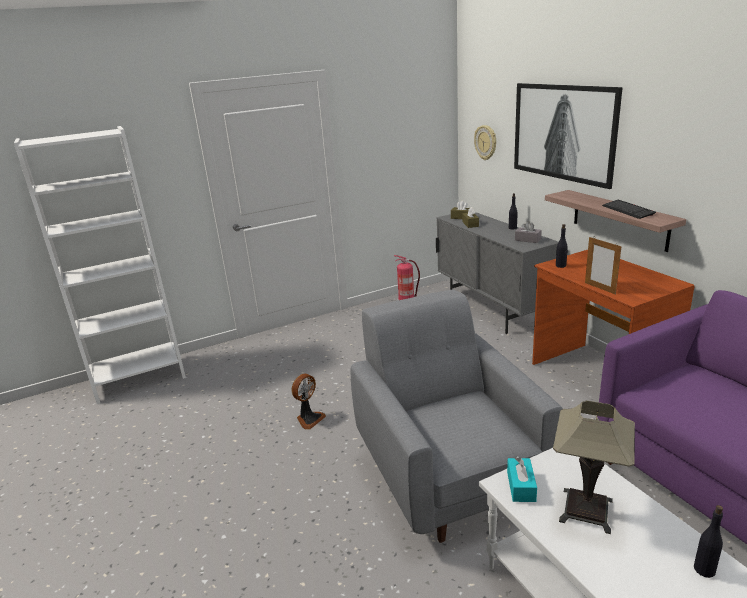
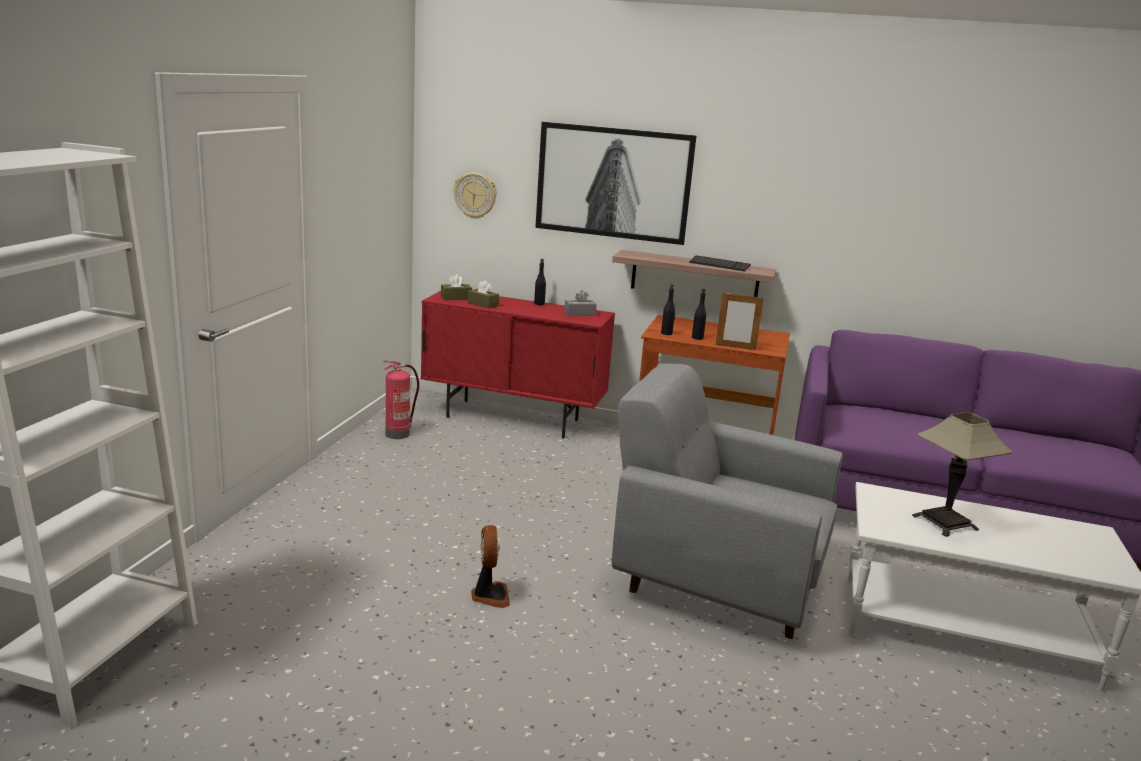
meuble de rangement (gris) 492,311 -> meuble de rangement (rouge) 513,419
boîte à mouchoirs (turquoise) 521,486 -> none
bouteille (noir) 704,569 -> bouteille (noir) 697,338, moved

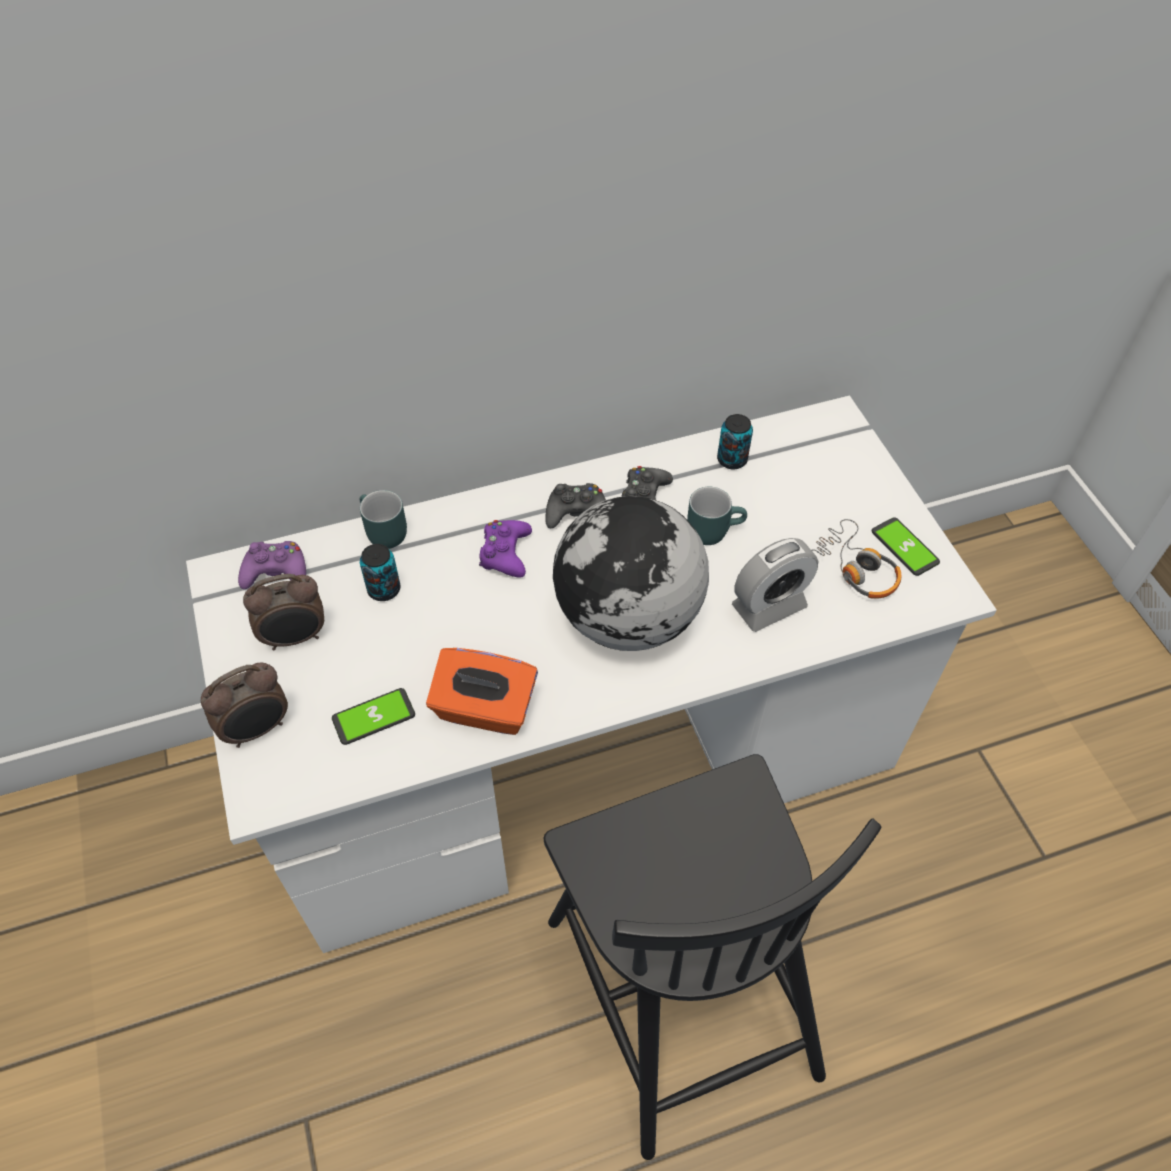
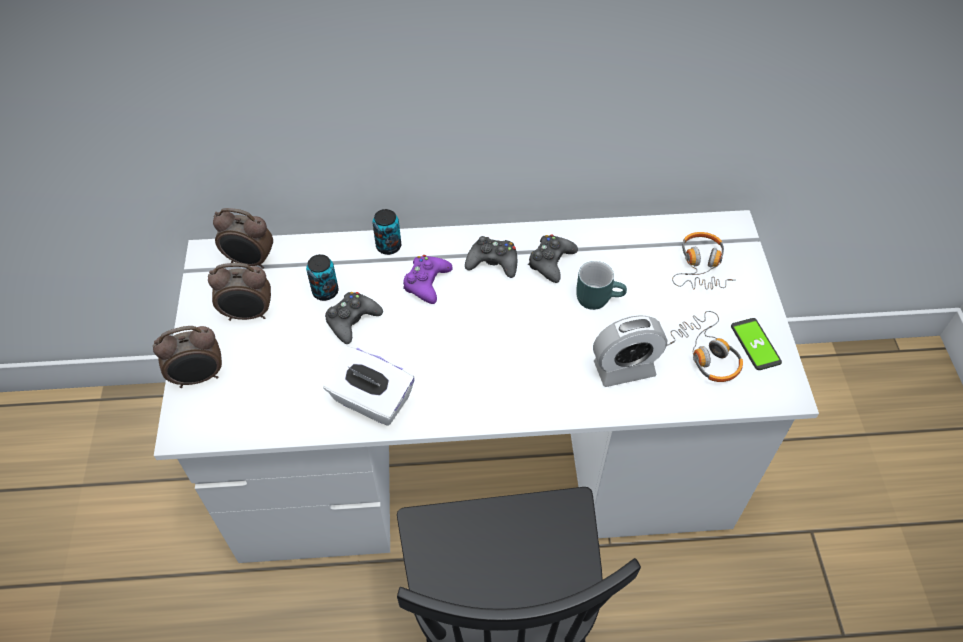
boîte métallique 732,460 -> boîte métallique 388,246, moved
mug (turquoise) 381,533 -> none
globe 626,618 -> none
manette (violet) 276,571 -> réveil 250,261
boîte à mouchoirs (orange) 484,709 -> boîte à mouchoirs (blanc) 371,400
téléphone 373,717 -> none
none -> casque audio 700,267
none -> manette (noir) 352,320

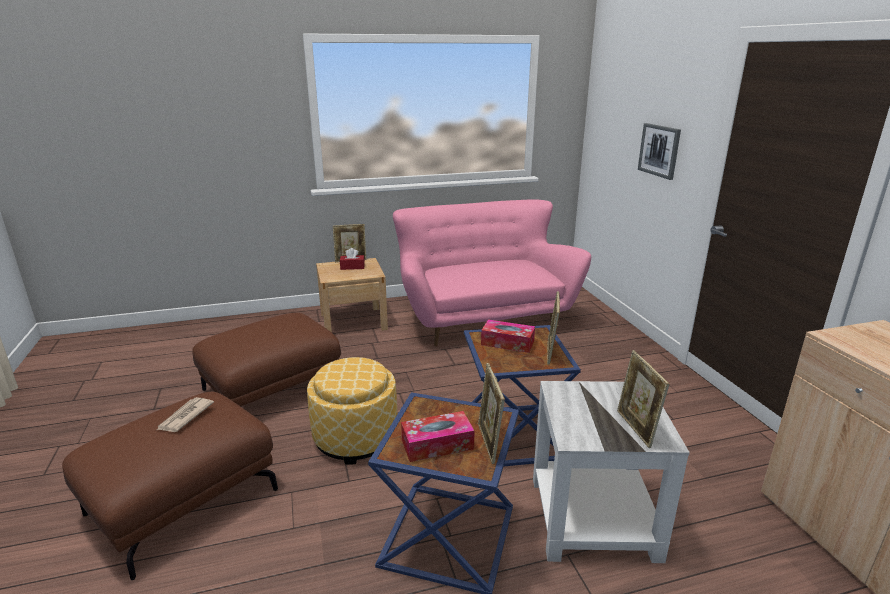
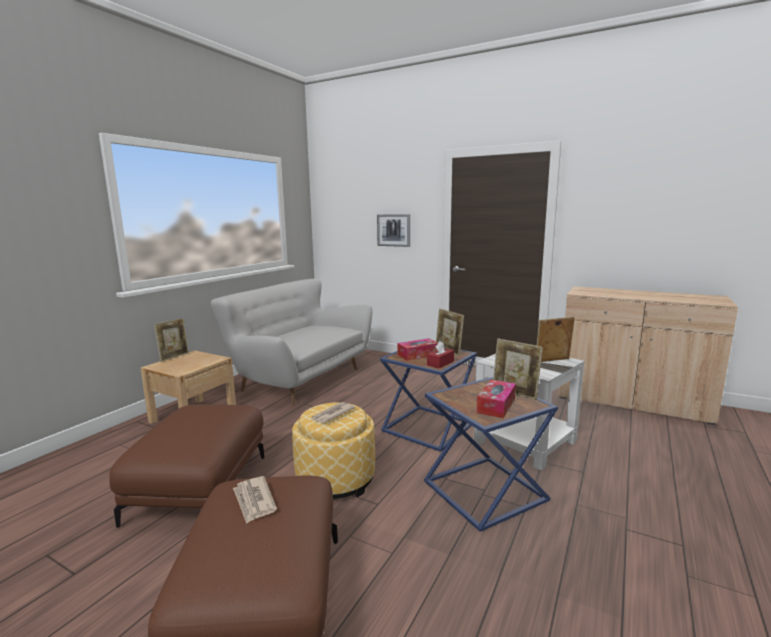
canapé (rose) 482,318 -> canapé (blanc) 299,379
boîte à mouchoirs (rouge) 352,267 -> boîte à mouchoirs (rouge) 440,363, moved
cadre photo 636,429 -> cadre photo 552,361, 135 degrees clockwise
none -> journal 332,414

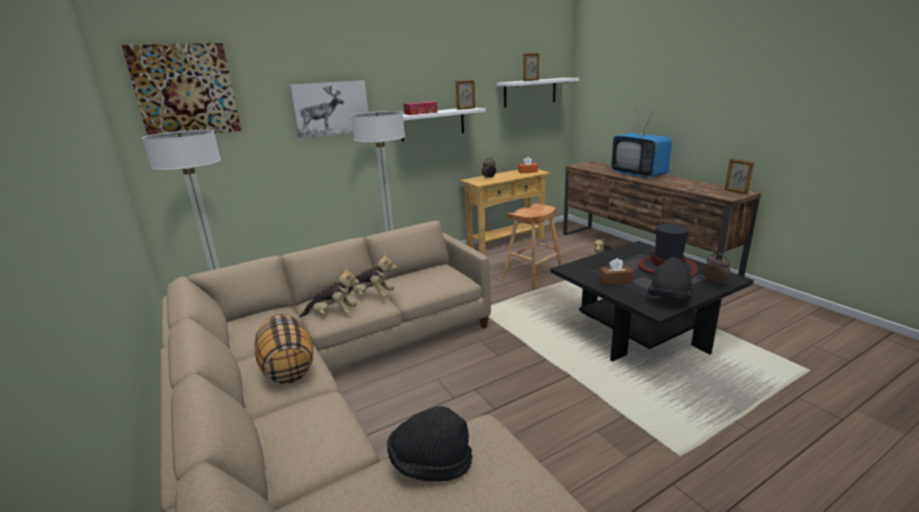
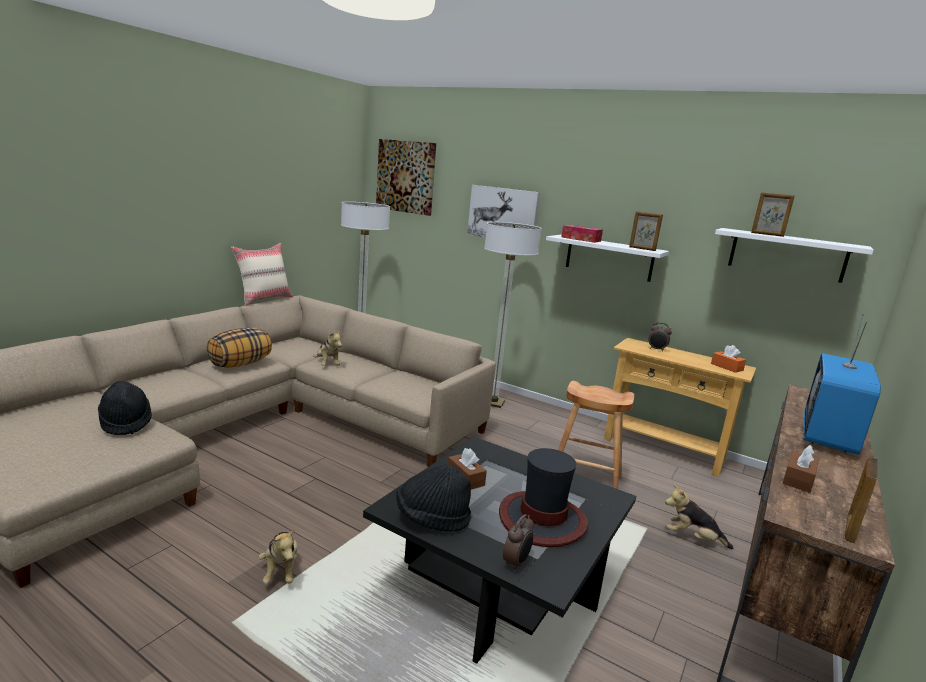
peluche 371,297 -> peluche 280,570, moved
none -> coussin (beige) 264,299
none -> boîte à mouchoirs (marron) 798,479

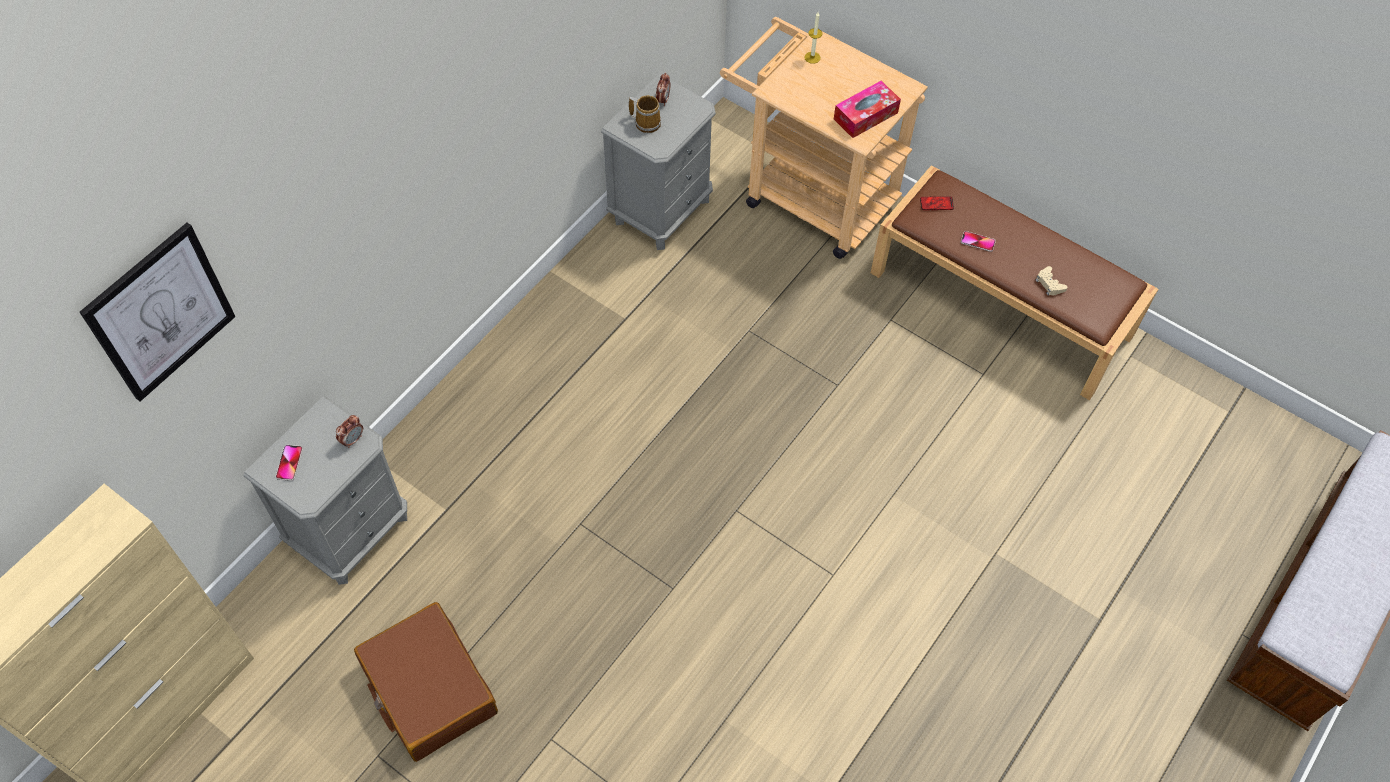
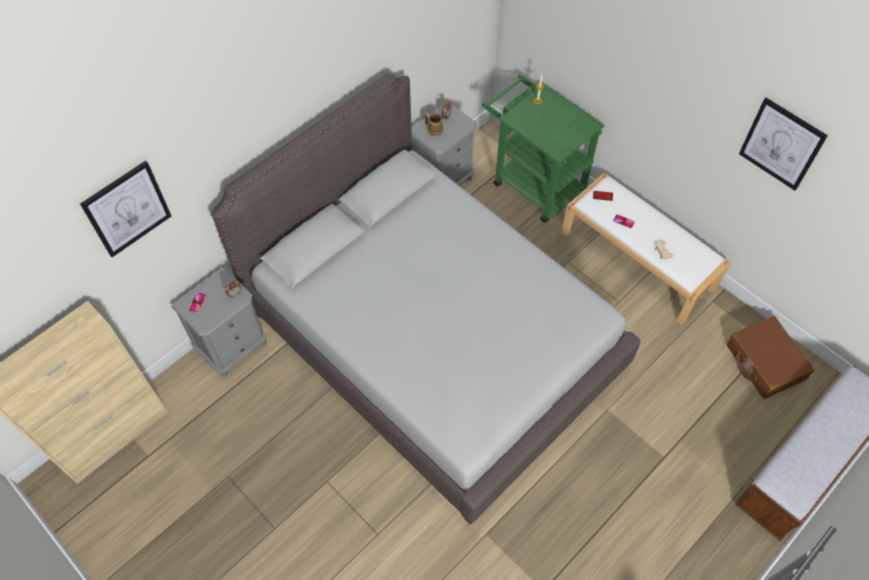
chariot (beige) 809,195 -> chariot (vert) 532,182
boîte à mouchoirs 865,116 -> none
banc (marron) 1002,304 -> banc (blanc) 638,260
valise (marron) 428,688 -> valise (marron) 764,362, moved
none -> lit (gris) 434,339
none -> tableau 781,144

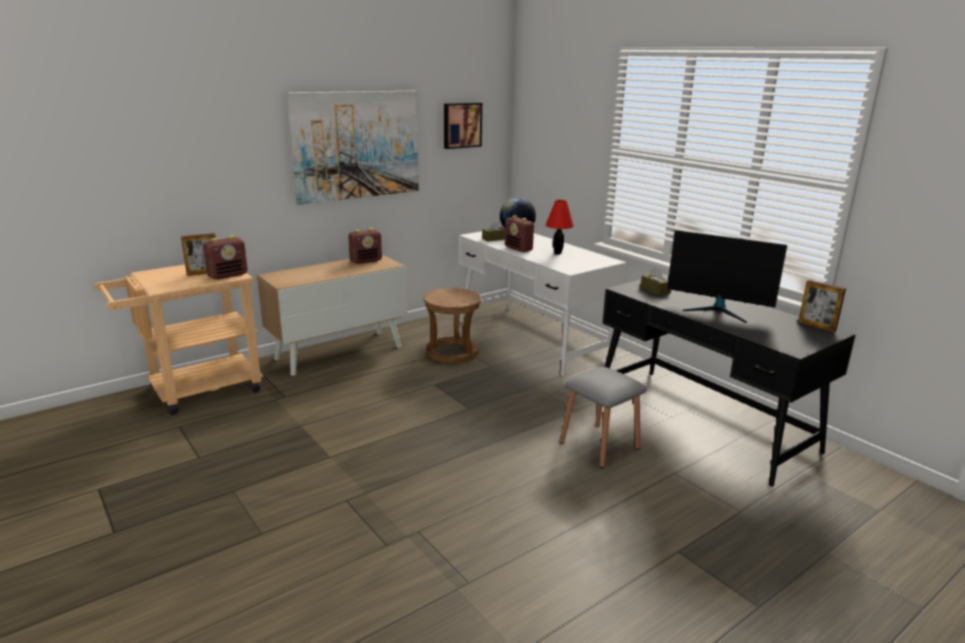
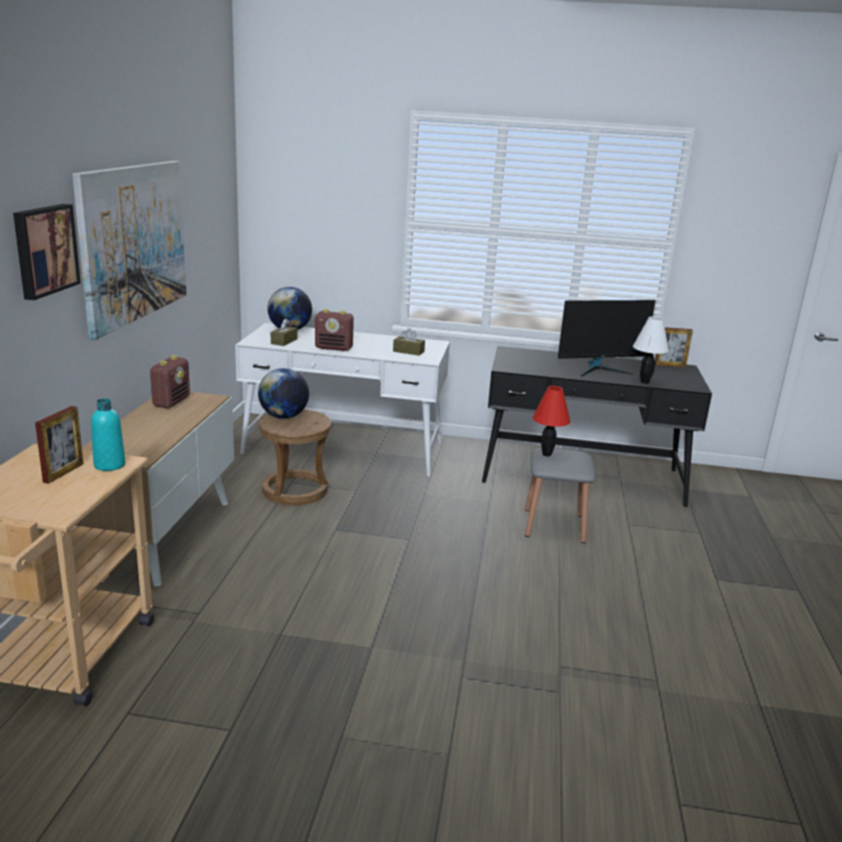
tableau 461,125 -> tableau 44,250, moved
lampe de table (rouge) 557,253 -> lampe de table (rouge) 546,454, moved
radio 228,275 -> bouteille (turquoise) 109,465
boîte à mouchoirs (marron) 655,290 -> boîte à mouchoirs (marron) 408,351, moved
none -> lampe de table (blanc) 644,382
none -> globe 283,416

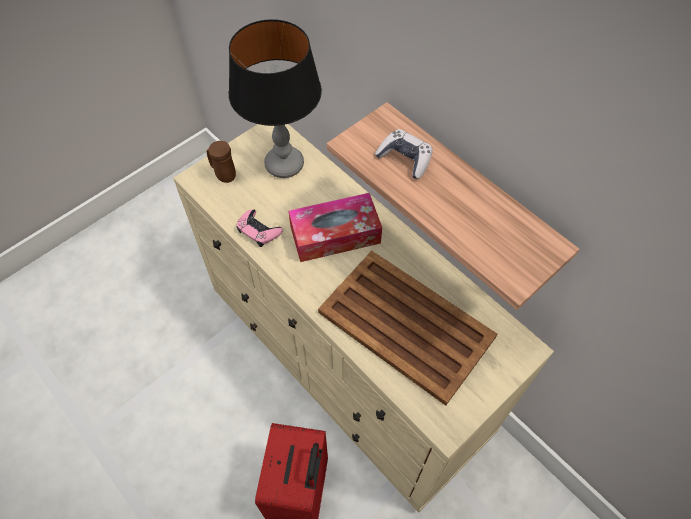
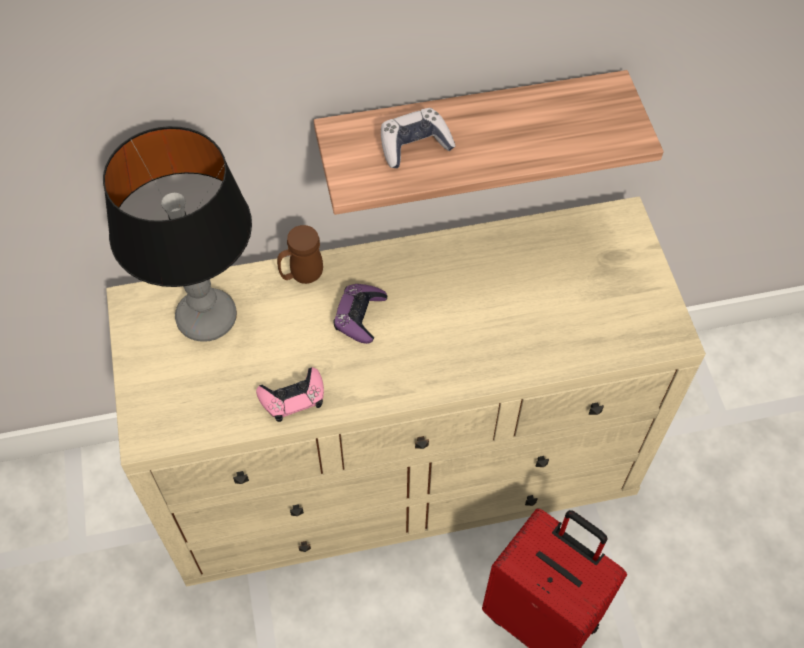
mug (marron) 223,174 -> mug (marron) 302,276, moved
boîte à mouchoirs 335,235 -> manette (violet) 360,316
plateau (marron) 407,326 -> none

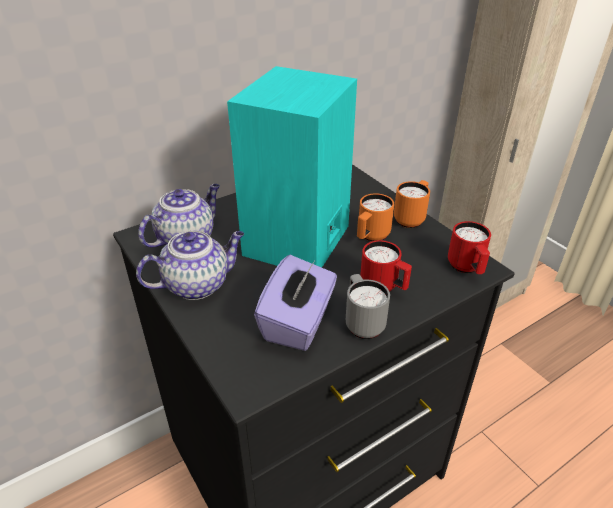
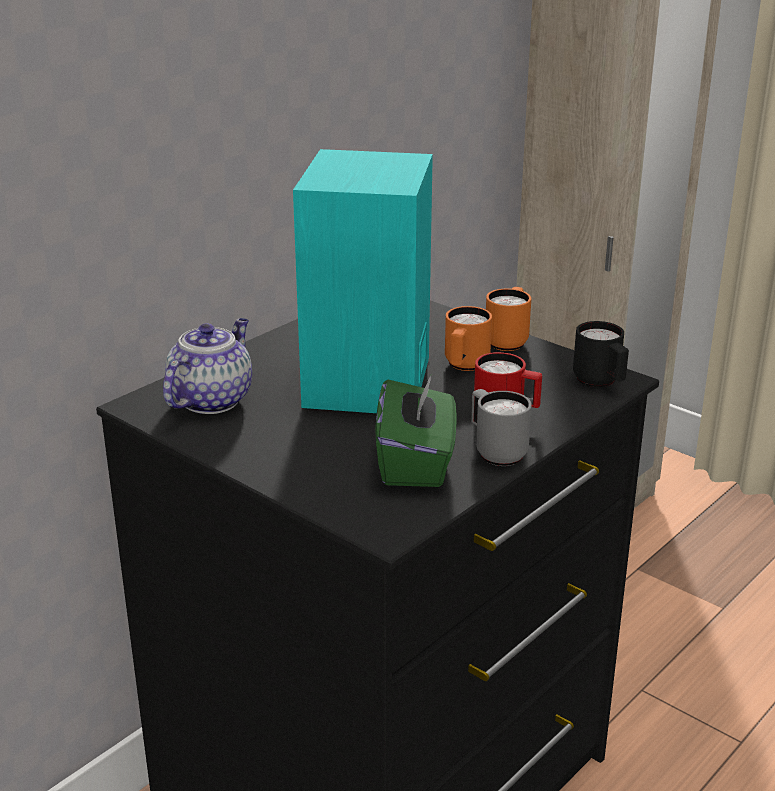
mug (rouge) 467,268 -> mug (noir) 600,383
théière 198,284 -> none
boîte à mouchoirs (violet) 298,322 -> boîte à mouchoirs (vert) 416,462

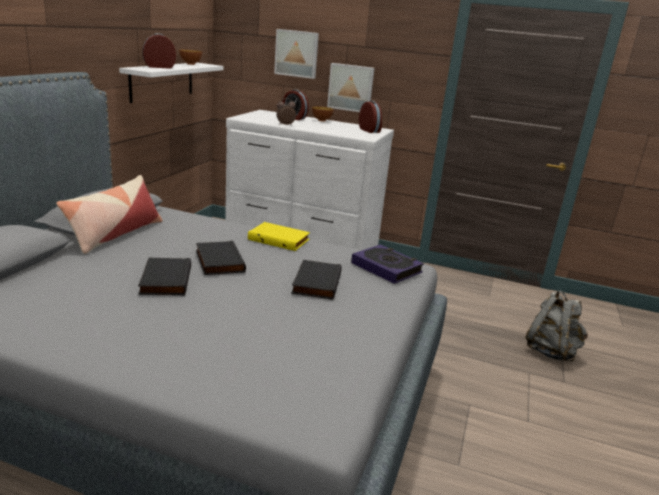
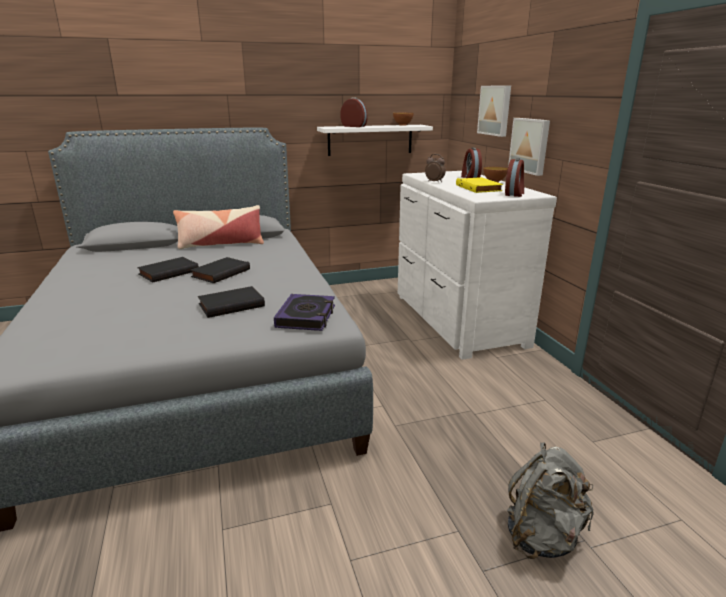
livre (jaune) 279,239 -> livre (jaune) 479,188, moved

